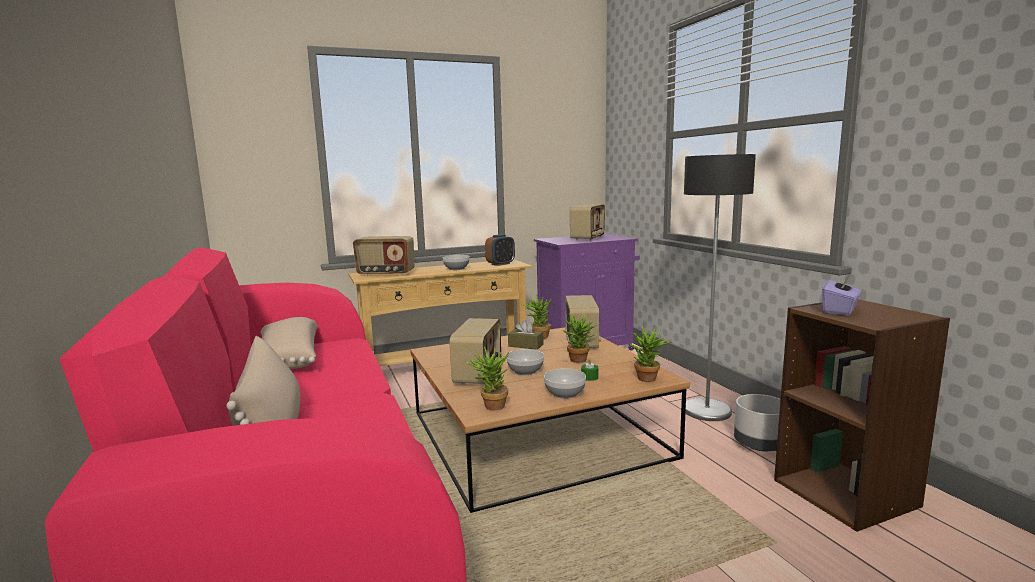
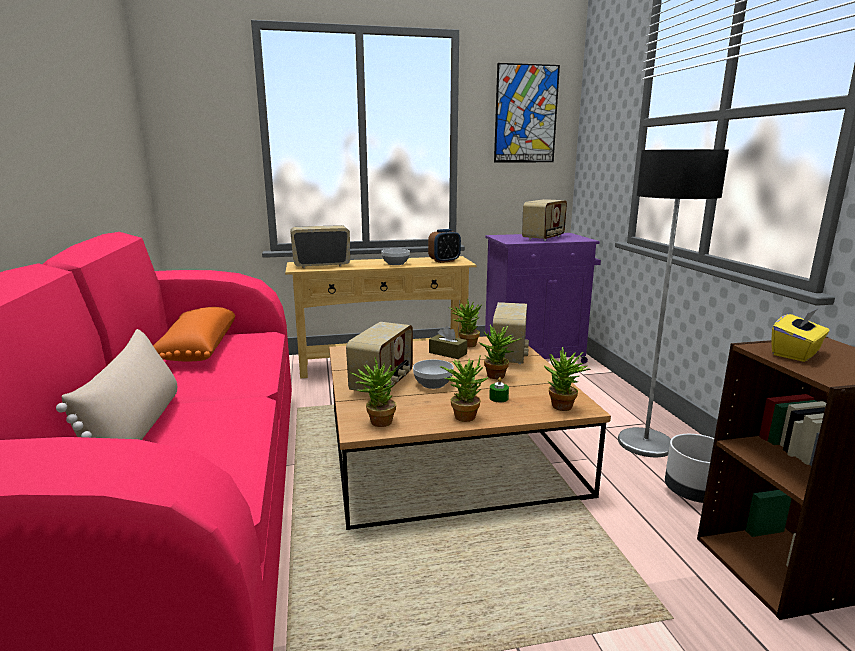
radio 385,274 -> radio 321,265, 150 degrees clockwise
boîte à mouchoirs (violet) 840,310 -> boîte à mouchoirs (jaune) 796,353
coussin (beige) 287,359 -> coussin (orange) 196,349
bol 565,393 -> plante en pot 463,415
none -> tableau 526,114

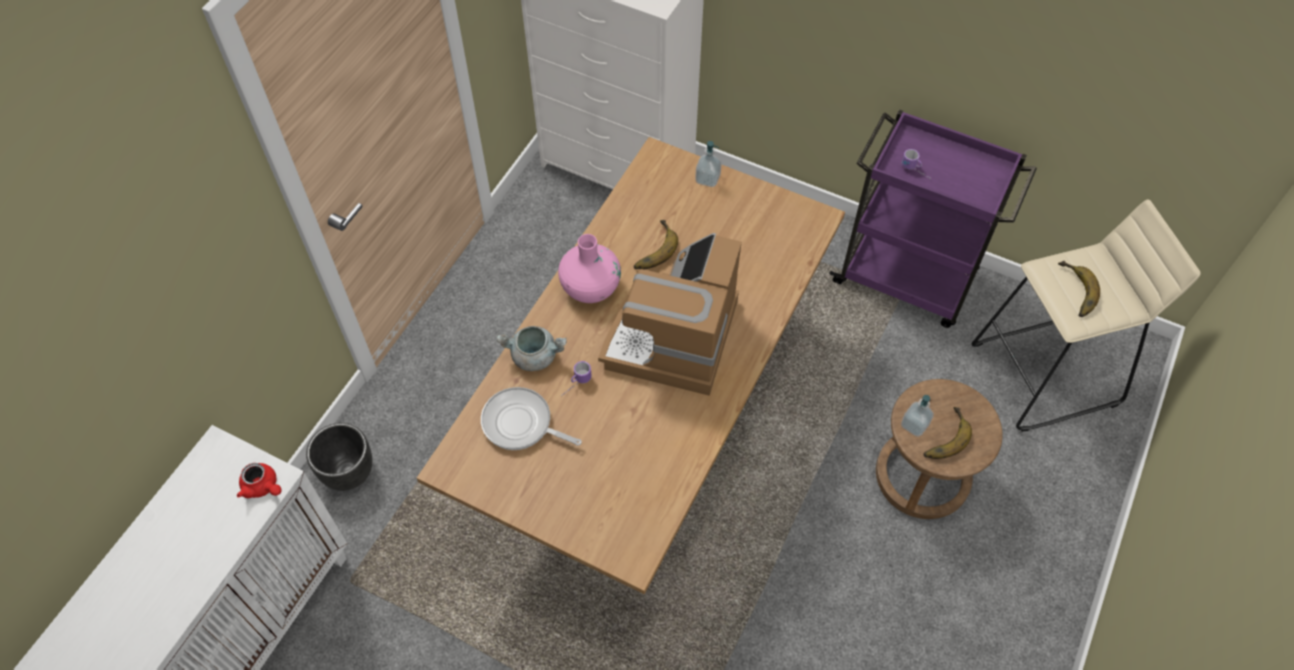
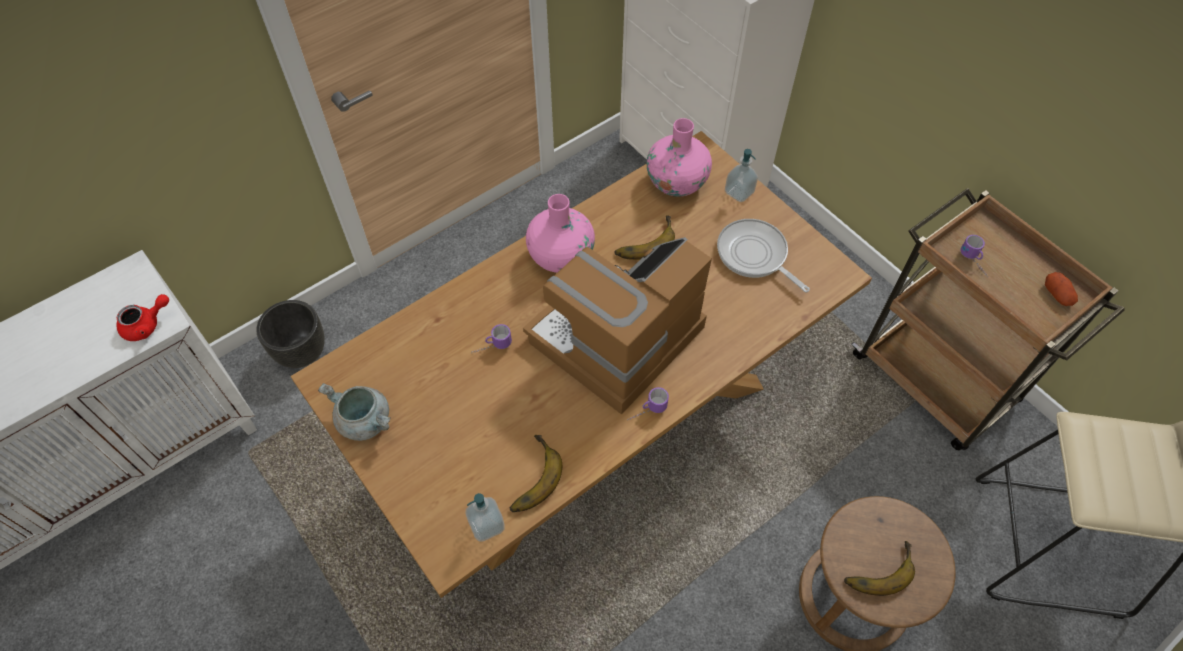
chariot (violet) 908,278 -> chariot (marron) 936,381
banane 1073,292 -> banane 529,477, moved
marmite (gris) 534,356 -> marmite (gris) 365,421, moved
poêle 521,424 -> poêle 754,255, moved
distributeur de savon 914,425 -> distributeur de savon 486,525, moved
théière (rouge) 263,487 -> théière (rouge) 146,325, 90 degrees counterclockwise
none -> vase (rose) 676,183
none -> pomme de terre 1057,294
none -> mug 646,412

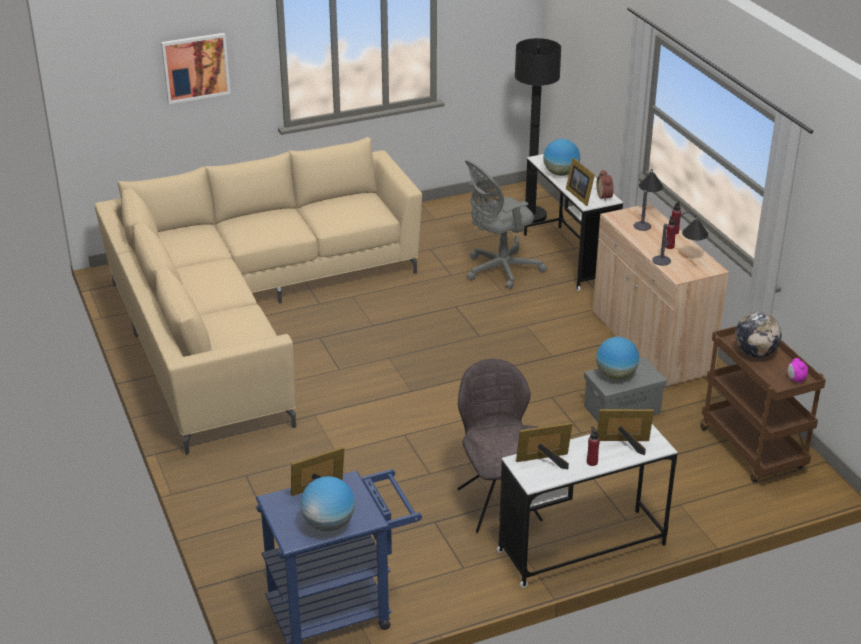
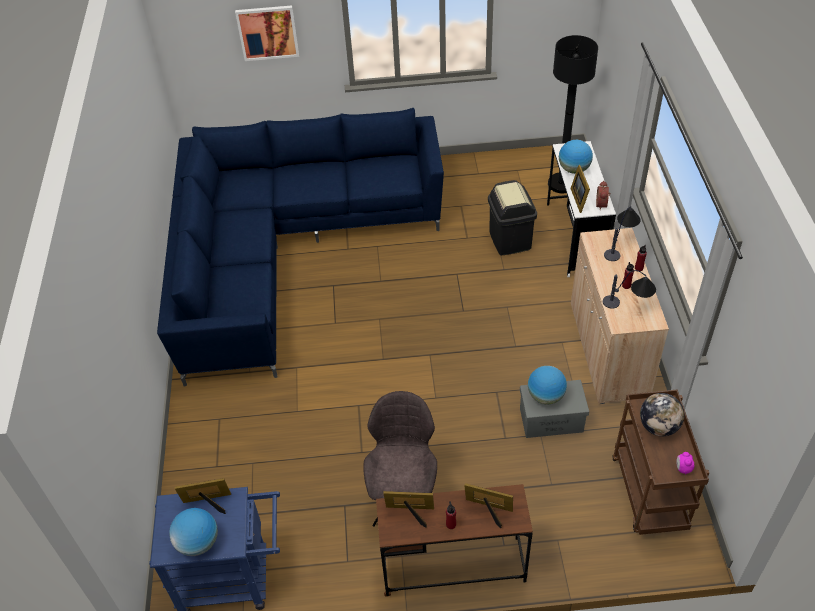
canapé (beige) 245,316 -> canapé (bleu) 284,251
chaise de bureau (gris) 499,270 -> poubelle (noir) 509,240
bureau (blanc) 582,548 -> bureau (marron) 453,566

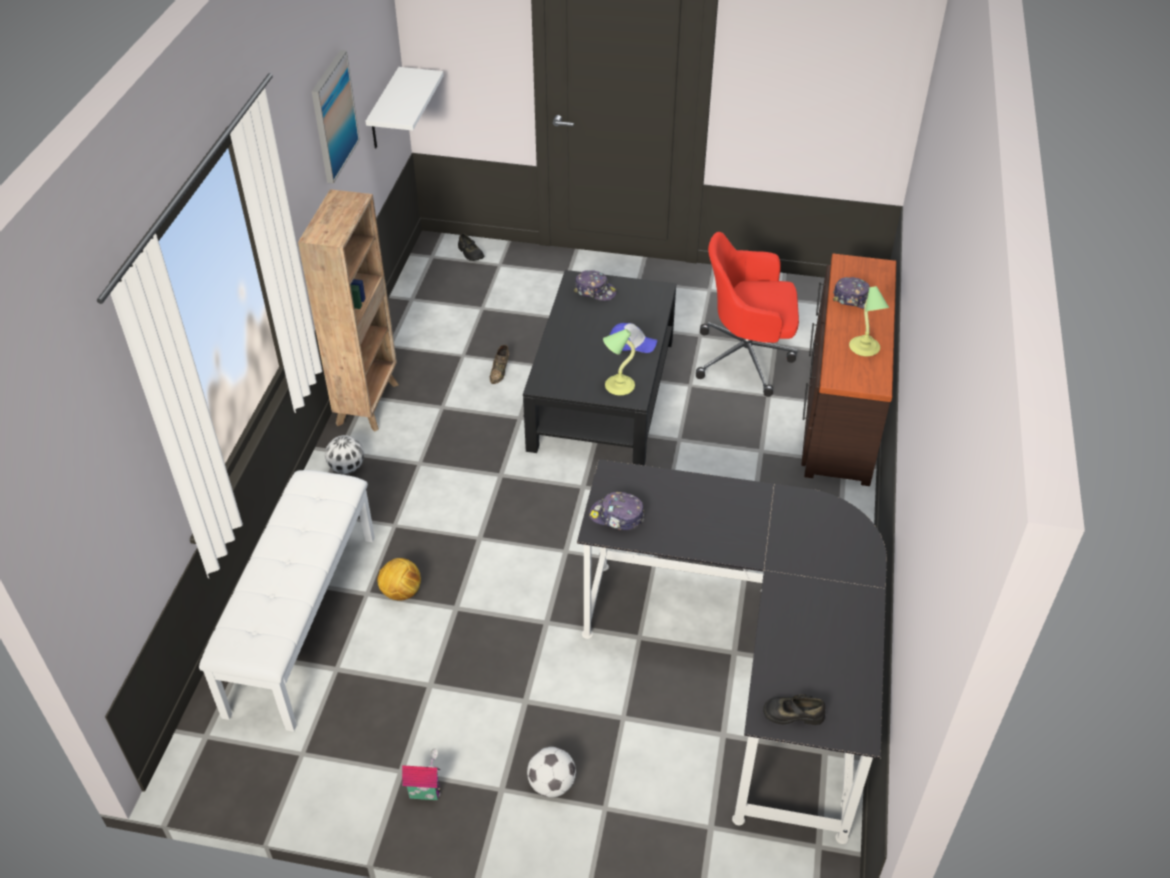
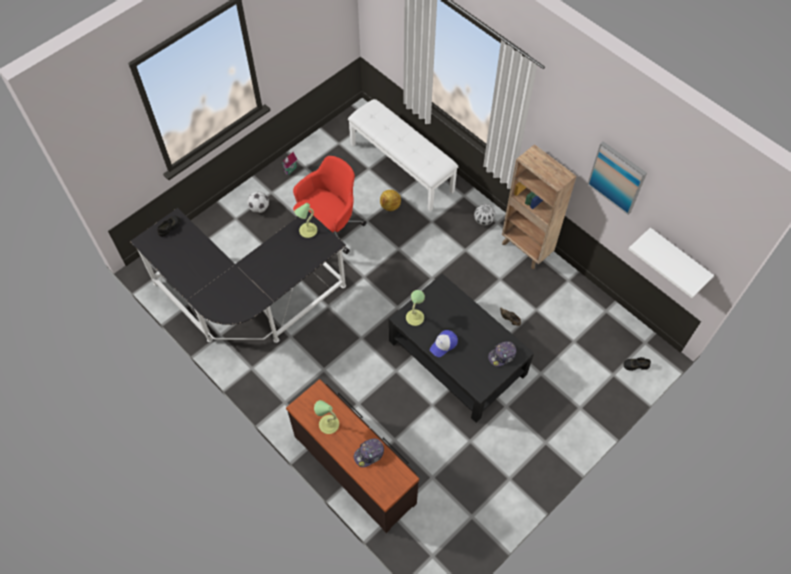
chaise de bureau (rouge) 746,358 -> chaise de bureau (rouge) 329,229, moved
casquette 617,517 -> lampe de table 307,231

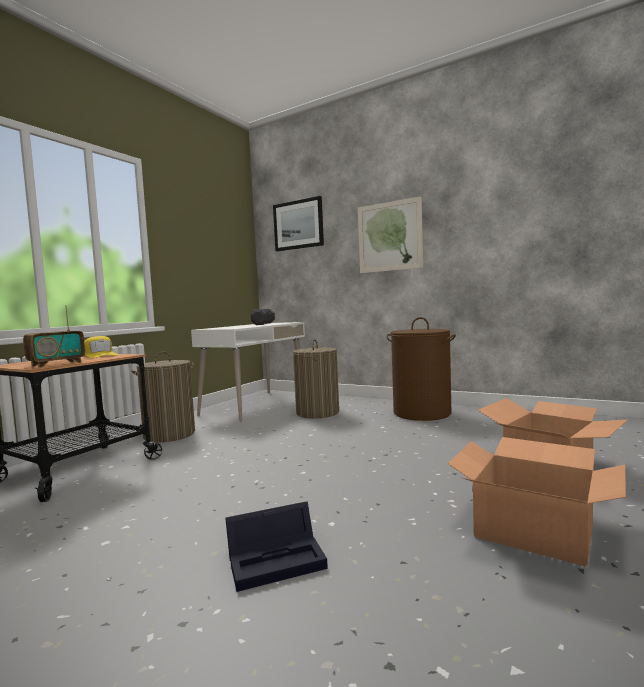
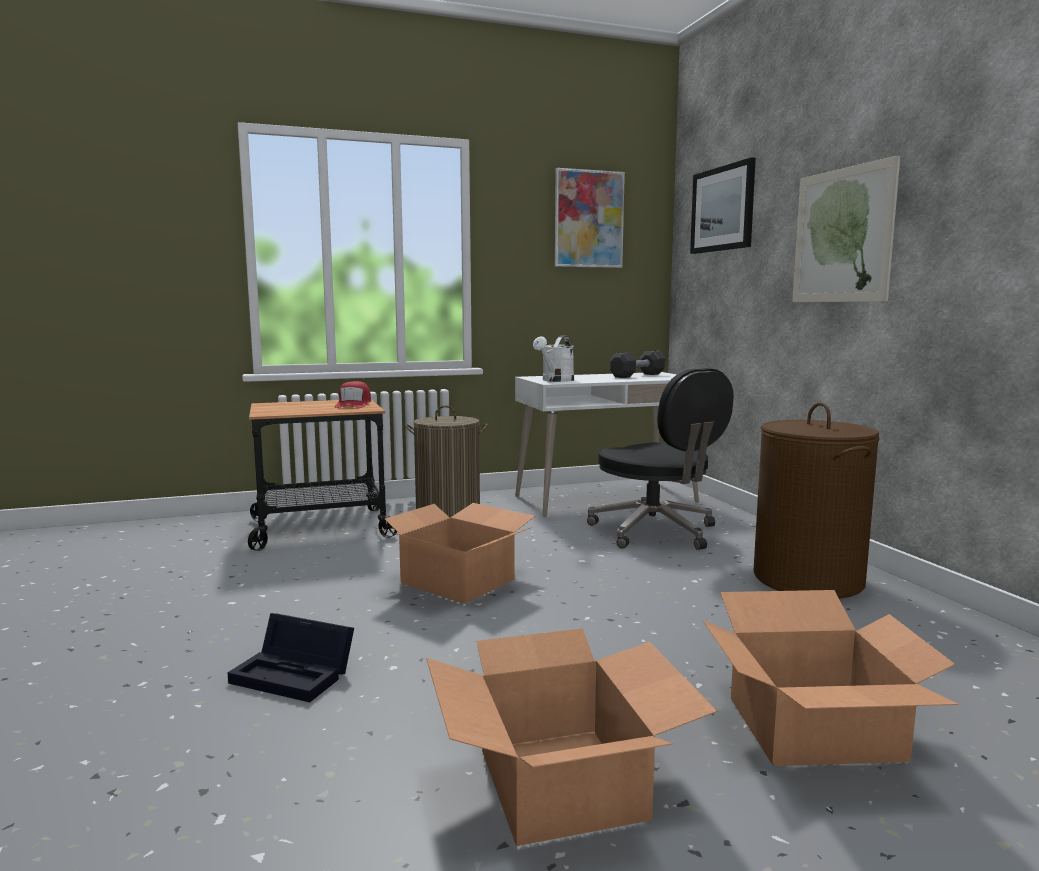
radio 56,364 -> none
casquette (jaune) 99,355 -> casquette (rouge) 353,404
panier à linge 317,412 -> chaise de bureau (noir) 656,532
none -> tableau 588,219
none -> arrosoir (blanc) 555,380
none -> carton 458,581

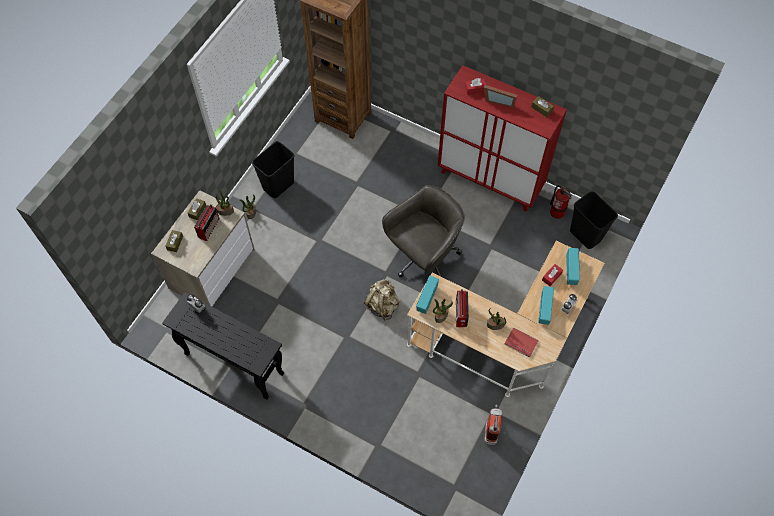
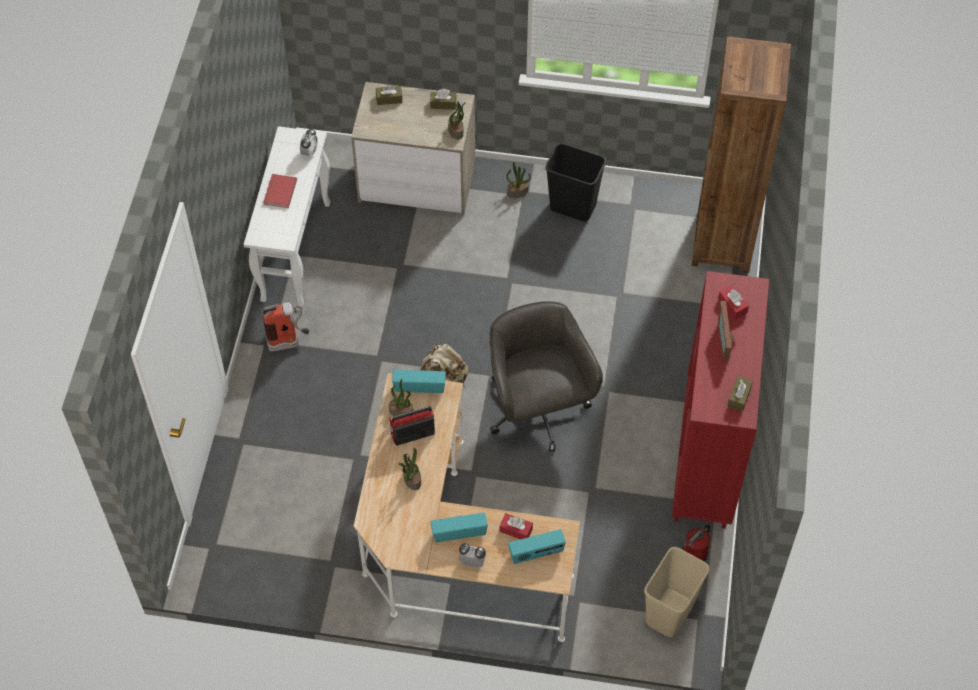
chaise de bureau (gris) 423,257 -> chaise de bureau (gris) 537,410, 135 degrees counterclockwise
poubelle (noir) 586,235 -> poubelle (beige) 670,614
radio 209,227 -> none
table console (noir) 233,364 -> table console (blanc) 296,250
livre (rouge) 521,343 -> livre (rouge) 279,192, moved
extincteur 491,429 -> extincteur 289,343, moved

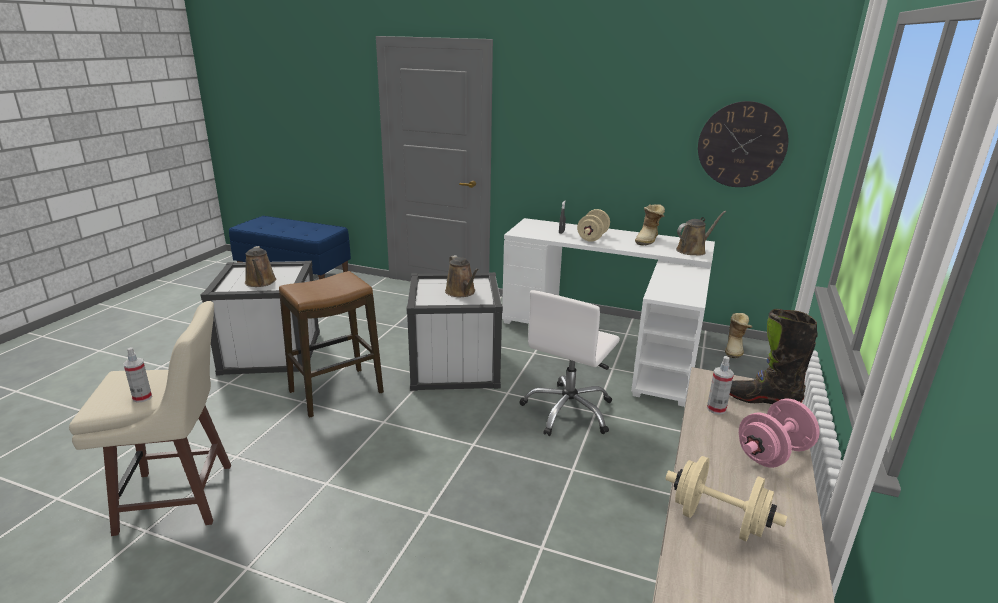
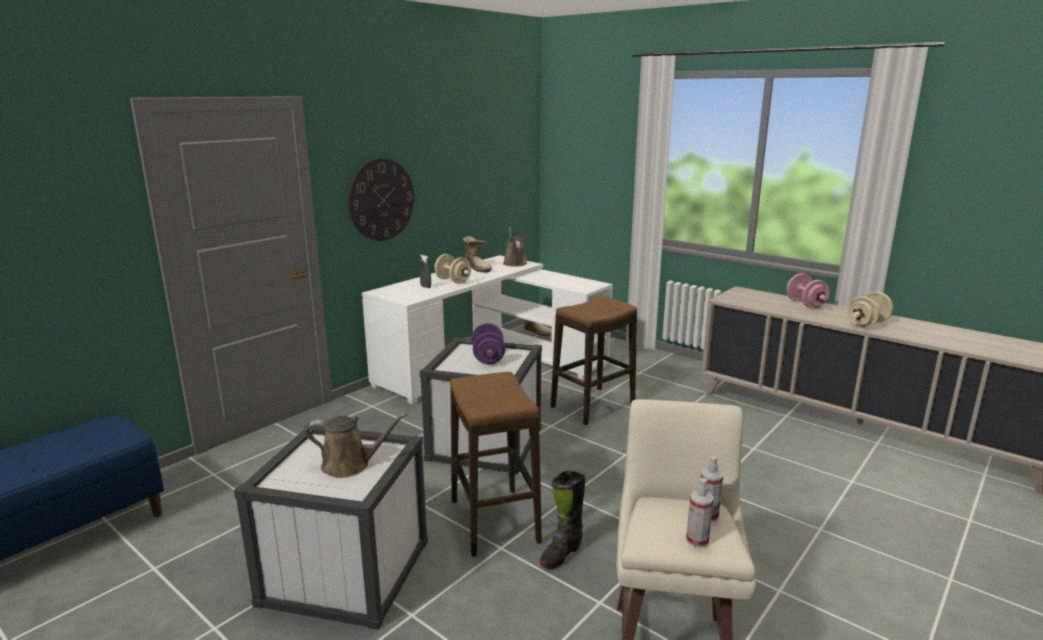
horloge murale 741,145 -> horloge murale 381,199, moved
arrosoir (marron) 461,292 -> haltère (violet) 488,358
chaise de bureau (blanc) 568,411 -> tabouret 592,406
botte (noir) 761,399 -> botte (noir) 561,554, moved
vaporisateur 716,409 -> vaporisateur 697,540, moved

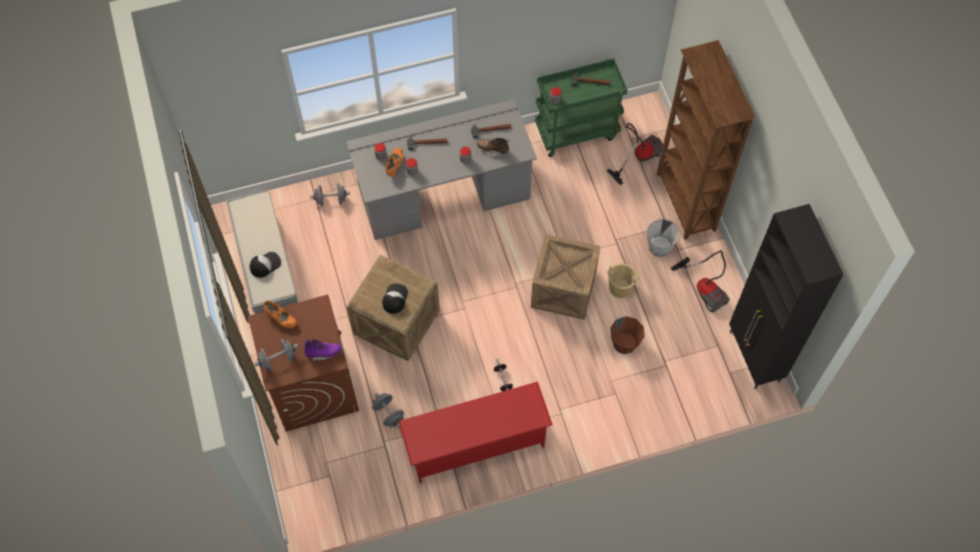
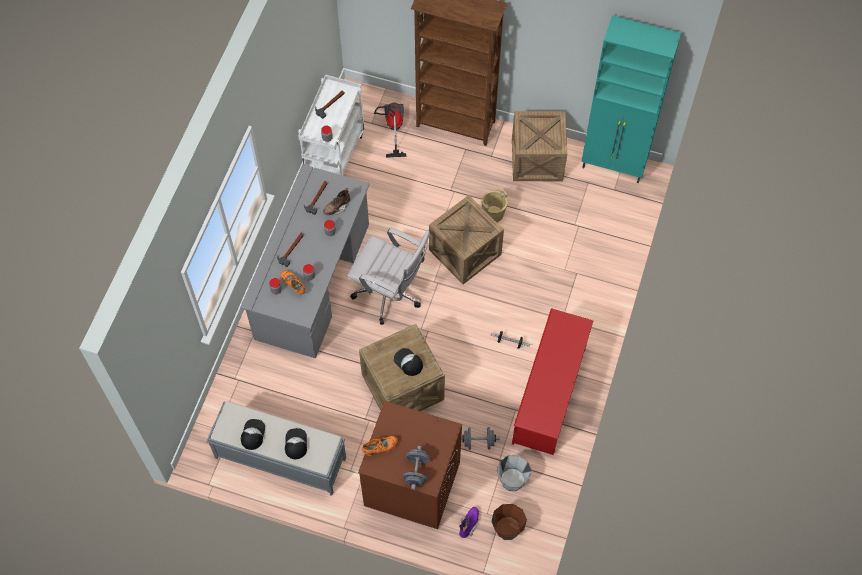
chariot (vert) 577,131 -> chariot (blanc) 334,154
haltère (gris) 331,200 -> none
meuble de rangement (noir) 754,357 -> meuble de rangement (turquoise) 614,166
seau (gris) 660,246 -> seau (gris) 512,480, moved
aspirateur 705,289 -> caisse 537,160
seau (marron) 624,343 -> seau (marron) 507,529, moved
botte (violet) 323,353 -> botte (violet) 468,524, moved
none -> chaise de bureau (blanc) 390,294
none -> casquette 252,434

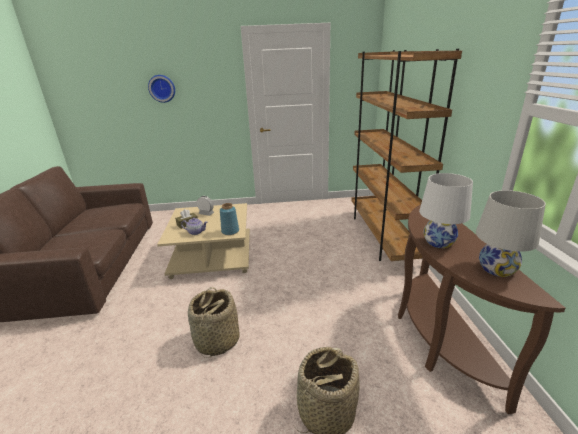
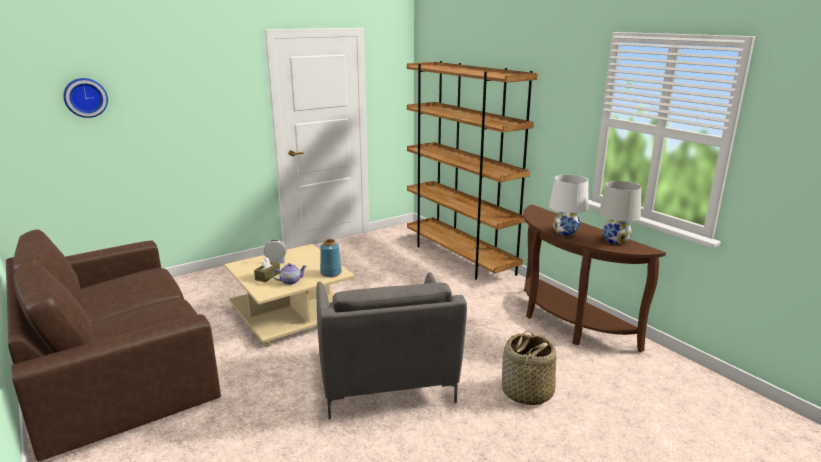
horloge murale 162,88 -> horloge murale 85,97, moved
panier 216,340 -> fauteuil (gris) 385,380

